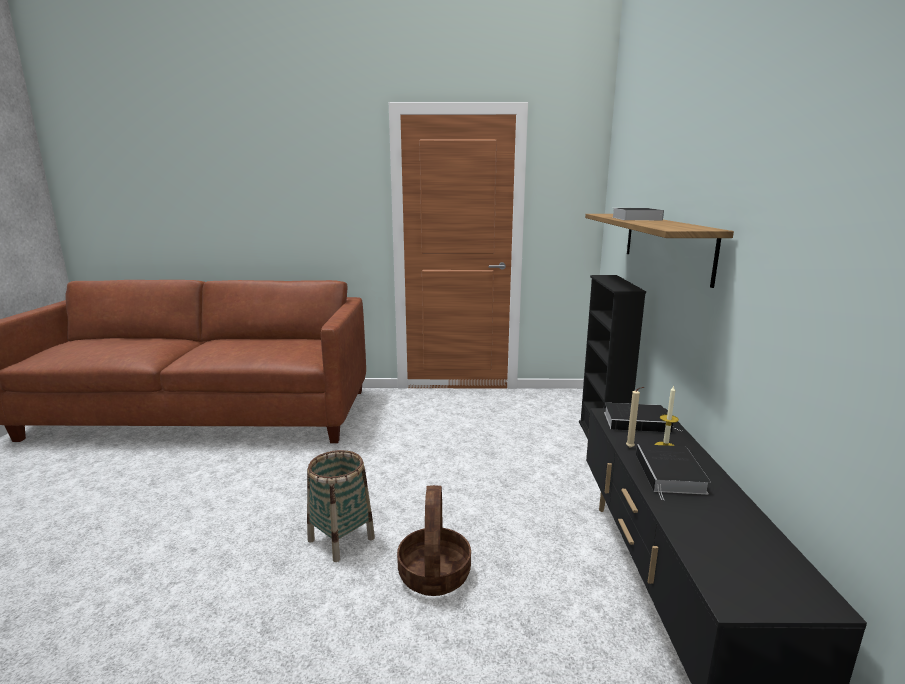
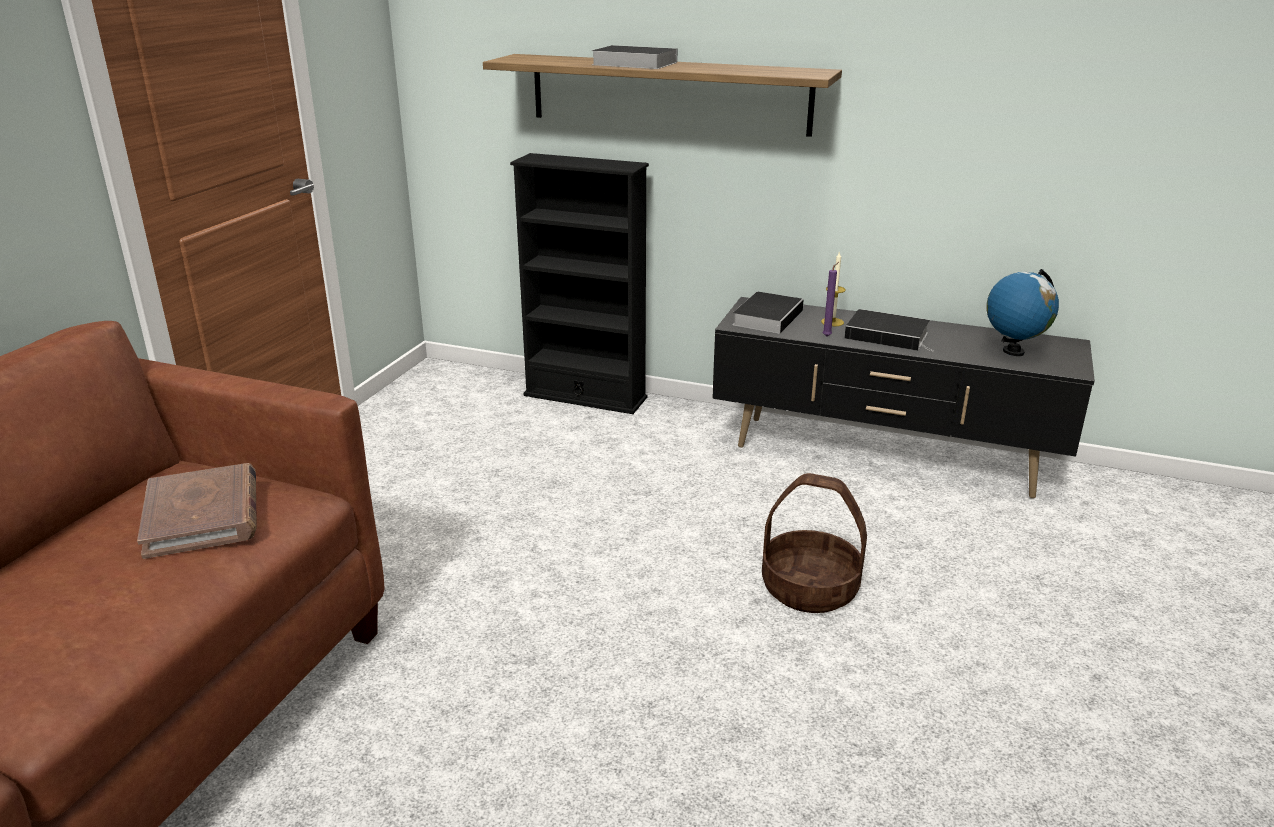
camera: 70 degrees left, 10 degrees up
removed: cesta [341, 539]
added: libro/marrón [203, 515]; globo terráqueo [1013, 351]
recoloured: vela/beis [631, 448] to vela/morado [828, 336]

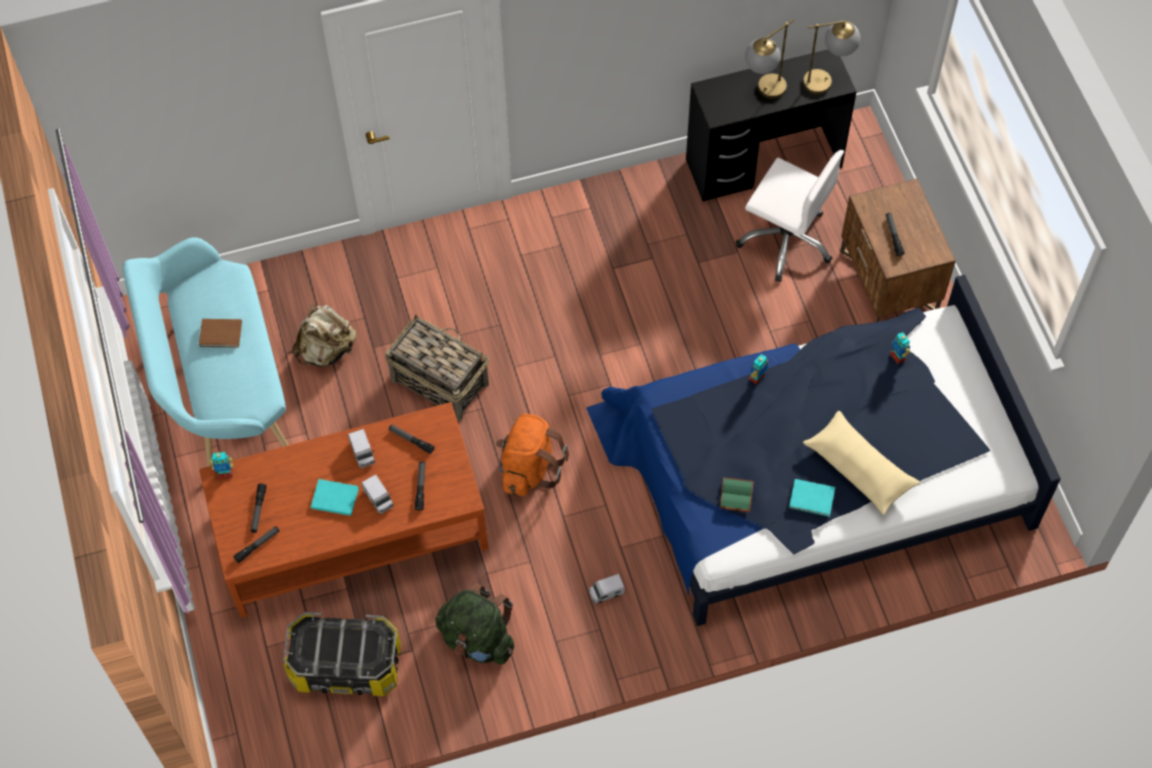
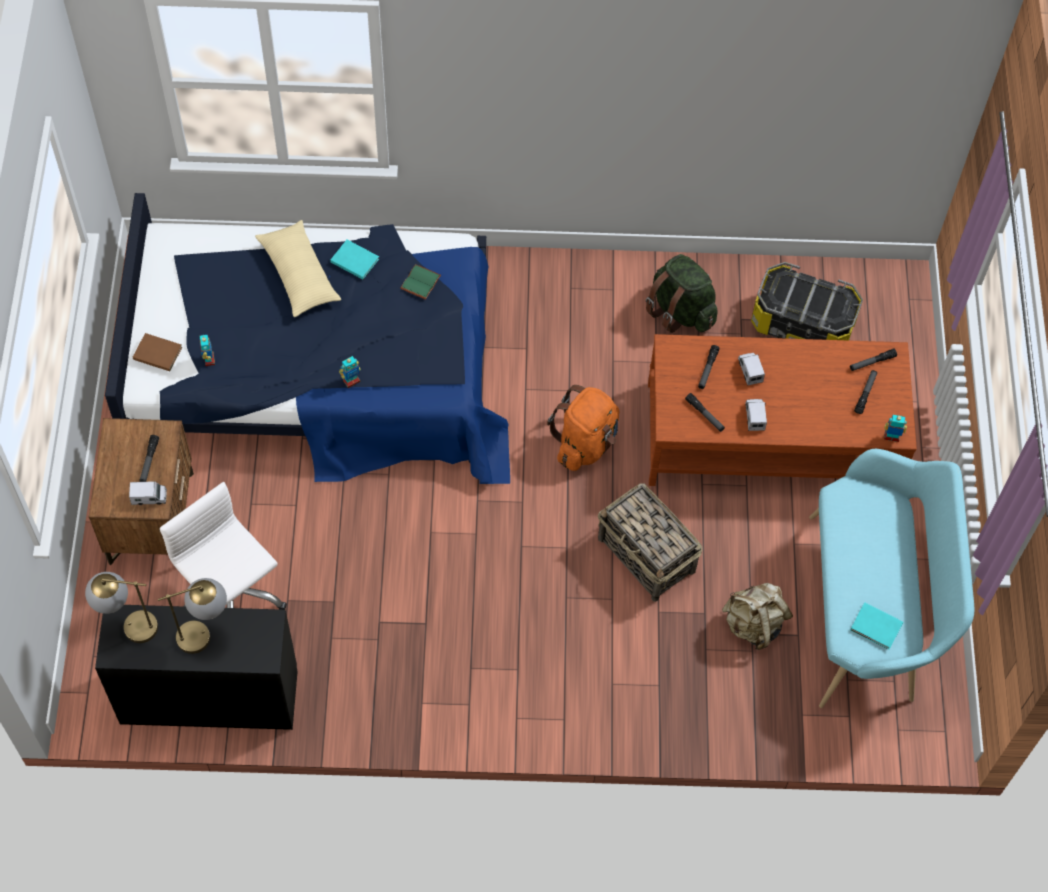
camera: 165 degrees left, 0 degrees up
moved: libro/marrón [222, 334] to [157, 352]; libro/turquesa [334, 497] to [877, 628]; camión de juguete [606, 592] to [149, 497]

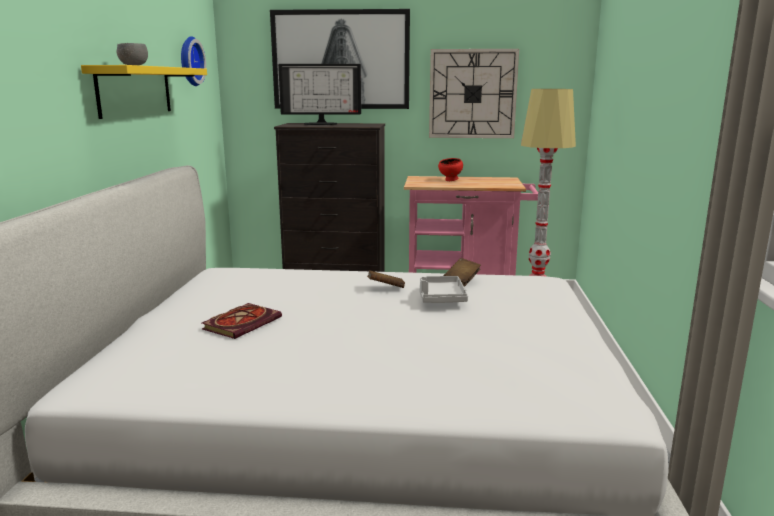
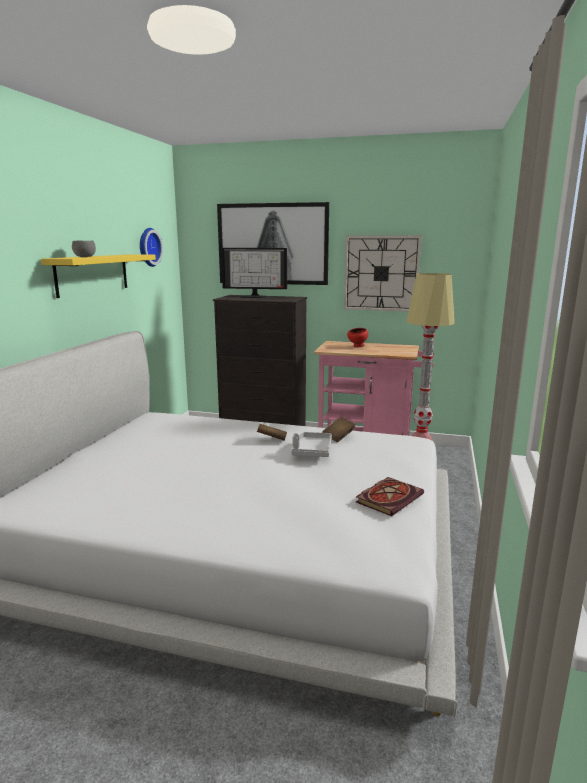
camera: 10 degrees right, 0 degrees up
moved: libro [242, 323] to [389, 498]

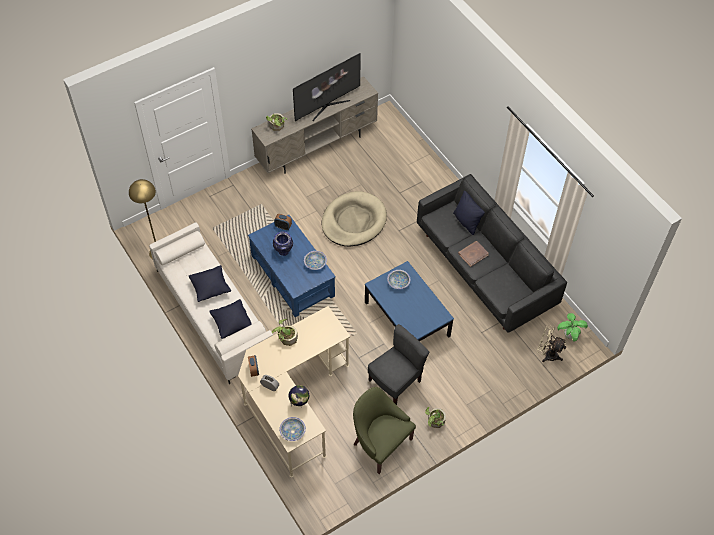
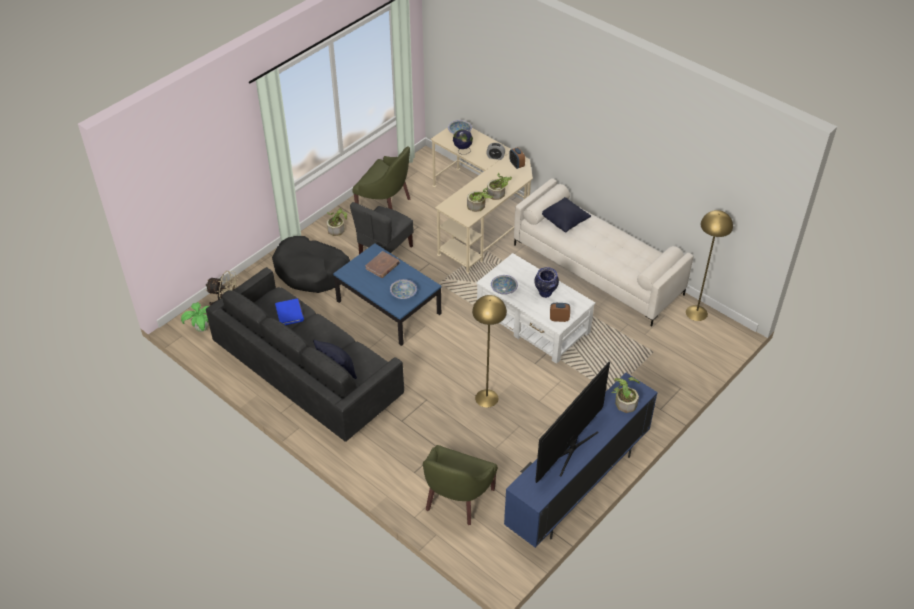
camera: 165 degrees right, 10 degrees down
removed: cojín/negro [210, 288]
added: cama para perro/negro [312, 272]; libro/azul [290, 313]; sillón/verde [456, 499]; planta en maceta [478, 206]
moved: libro/marrón [473, 254] to [382, 266]
replaced: cama para perro/beis [353, 221] to lámpara de pie/amarillo [486, 398]
recoloured: mesa de centro/azul [292, 275] to mesa de centro/blanco [533, 323]; mueble de televisión/beis [317, 147] to mueble de televisión/azul [577, 488]

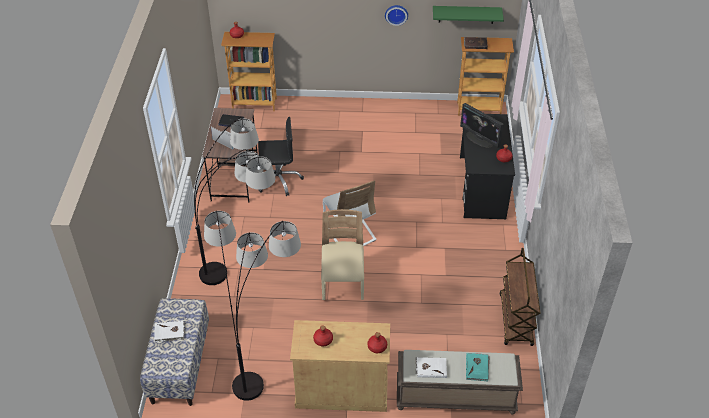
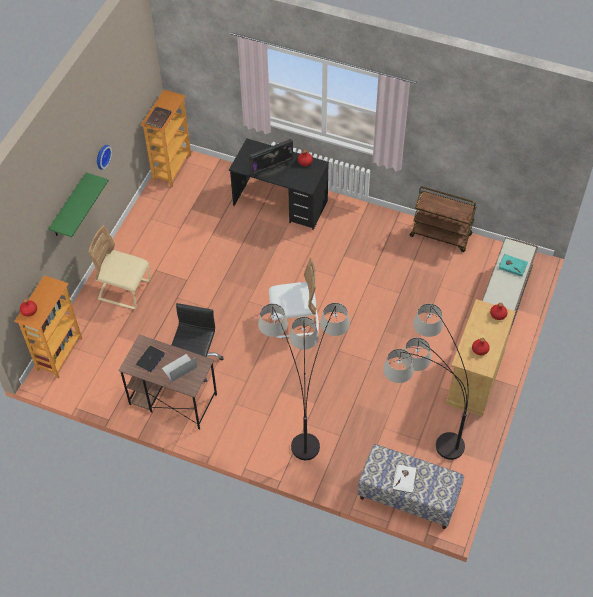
camera: 70 degrees left, 10 degrees up
removed: libro/blanco [431, 368]
moved: silla/beis [343, 285] to [125, 290]; estante/verde [466, 14] to [69, 206]

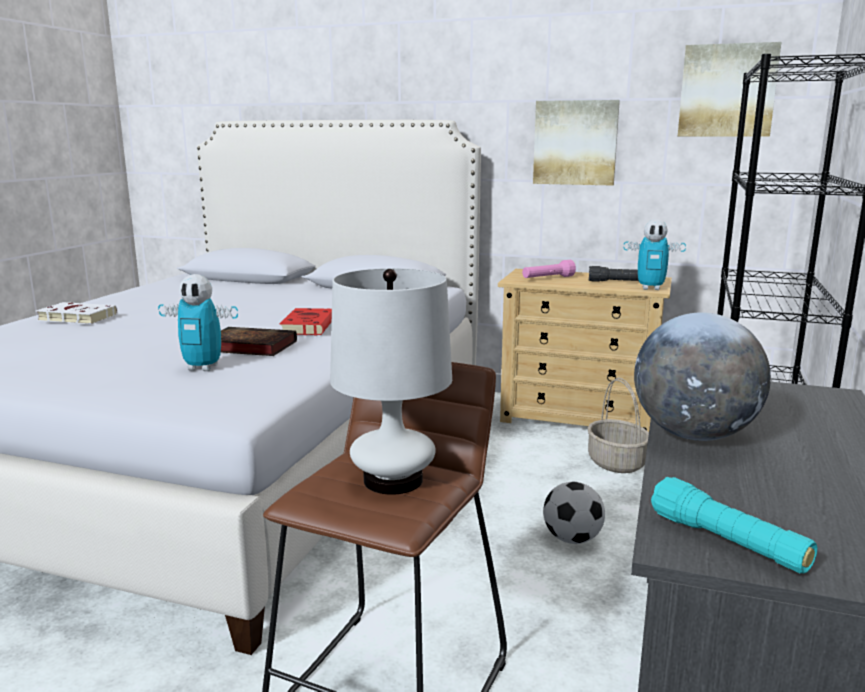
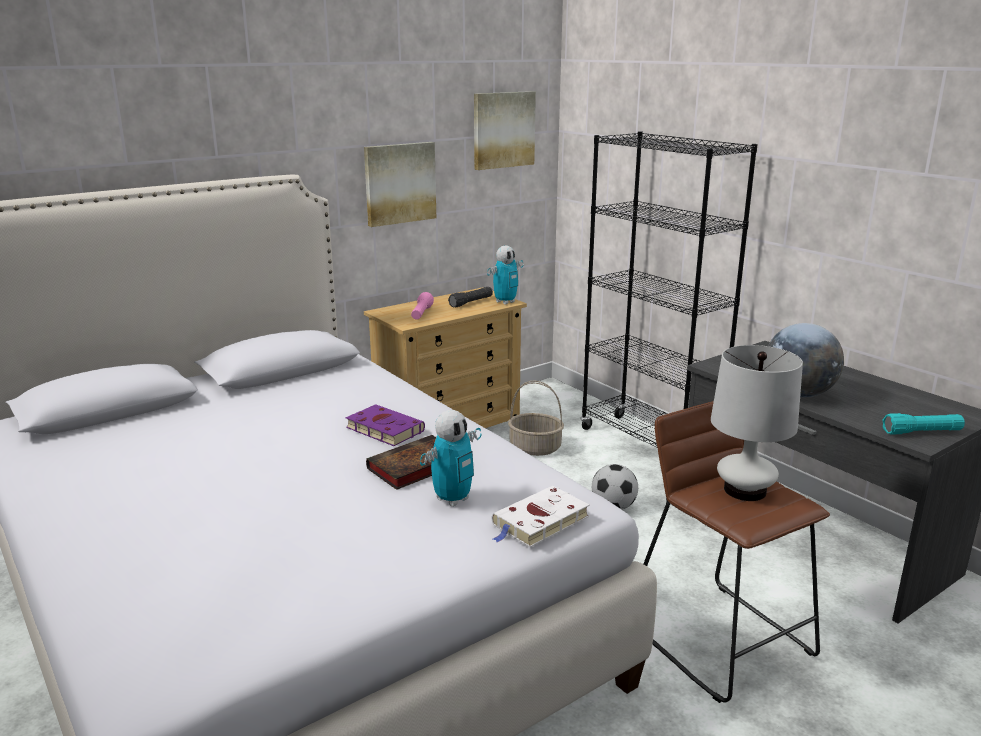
camera: 55 degrees left, 5 degrees up
moved: libro/blanco [75, 318] to [539, 522]
recoloured: libro/rojo [309, 326] to libro/morado [383, 429]

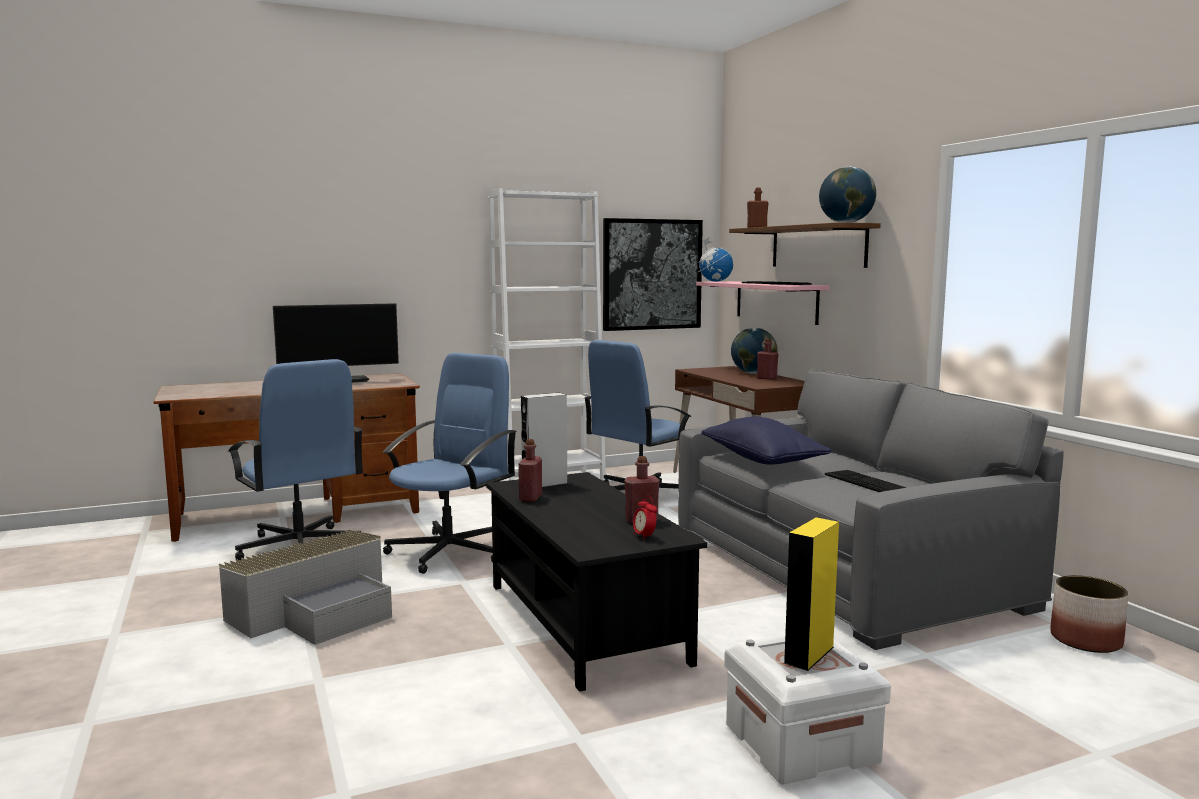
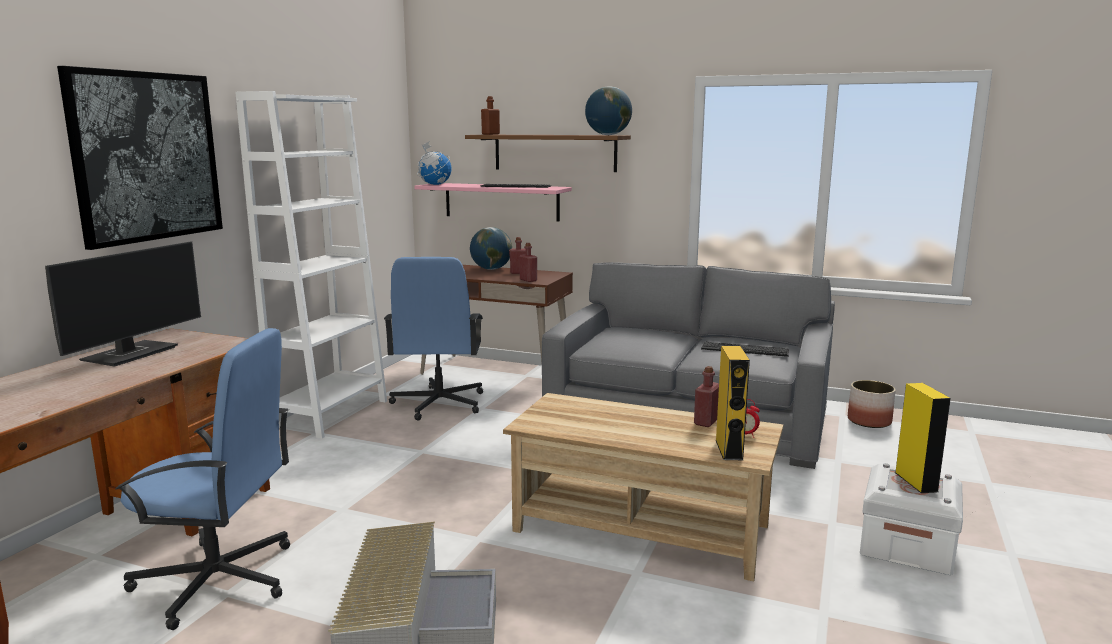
camera: 45 degrees left, 5 degrees up
removed: silla de oficina/azul [450, 551]; altavoz/gris [544, 484]; cojín/azul [762, 460]
added: altavoz/amarillo [729, 449]
moved: botella/rojo [530, 498] to [528, 280]; cuadro [652, 274] to [146, 157]
recoloured: mesa de centro/negro [585, 622] to mesa de centro/beis [642, 528]

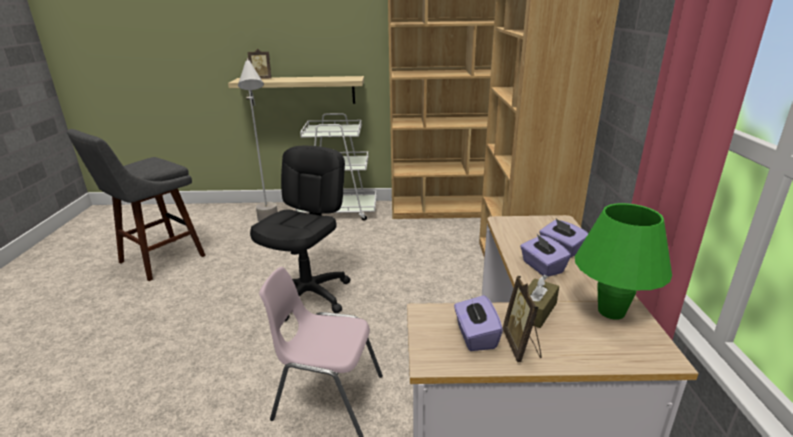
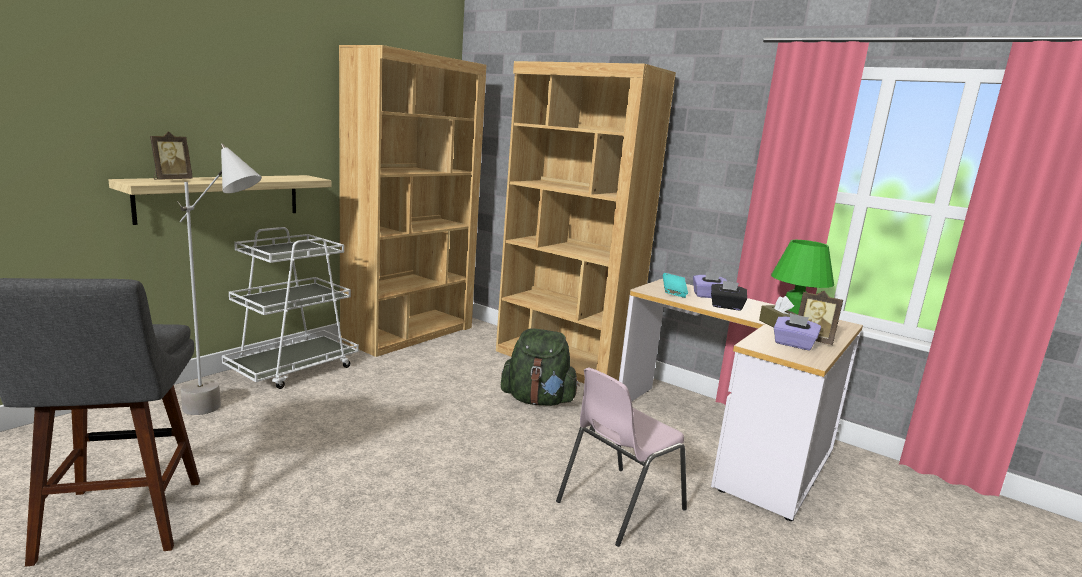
camera: 55 degrees left, 10 degrees down
removed: silla de oficina/negro [308, 295]
added: mochila/verde [538, 400]; libro/turquesa [673, 293]
recoloured: caja de pañuelos/morado [542, 267] to caja de pañuelos/negro [726, 307]

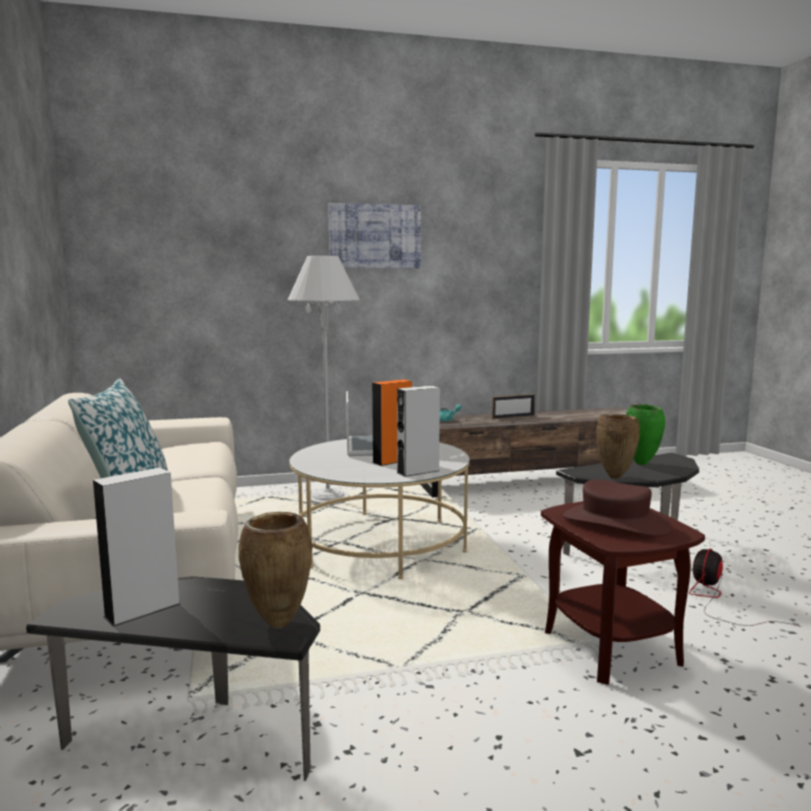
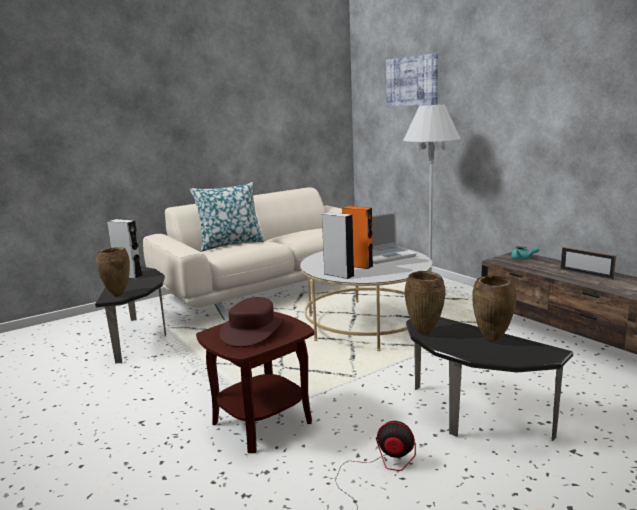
camera: 70 degrees right, 5 degrees up
moved: cuadro [375, 236] to [412, 81]
recoloured: florero/verde [642, 464] to florero/marrón [492, 340]

